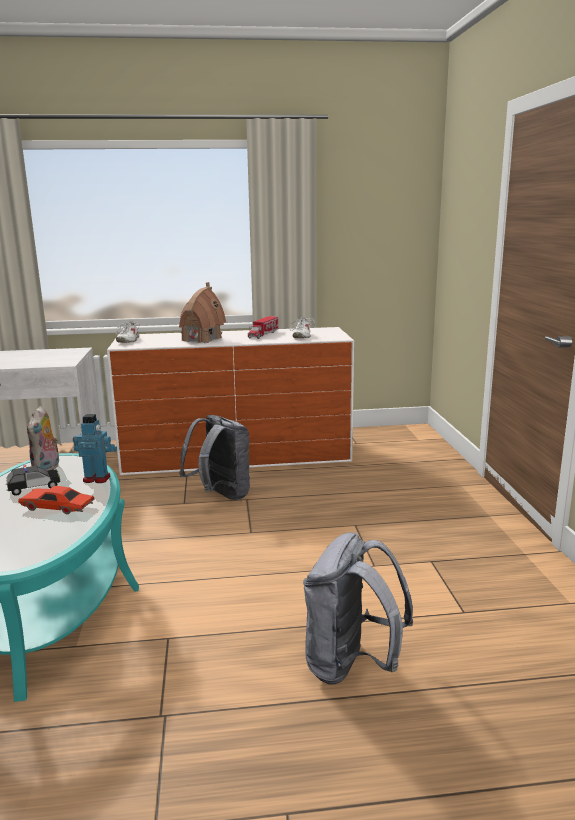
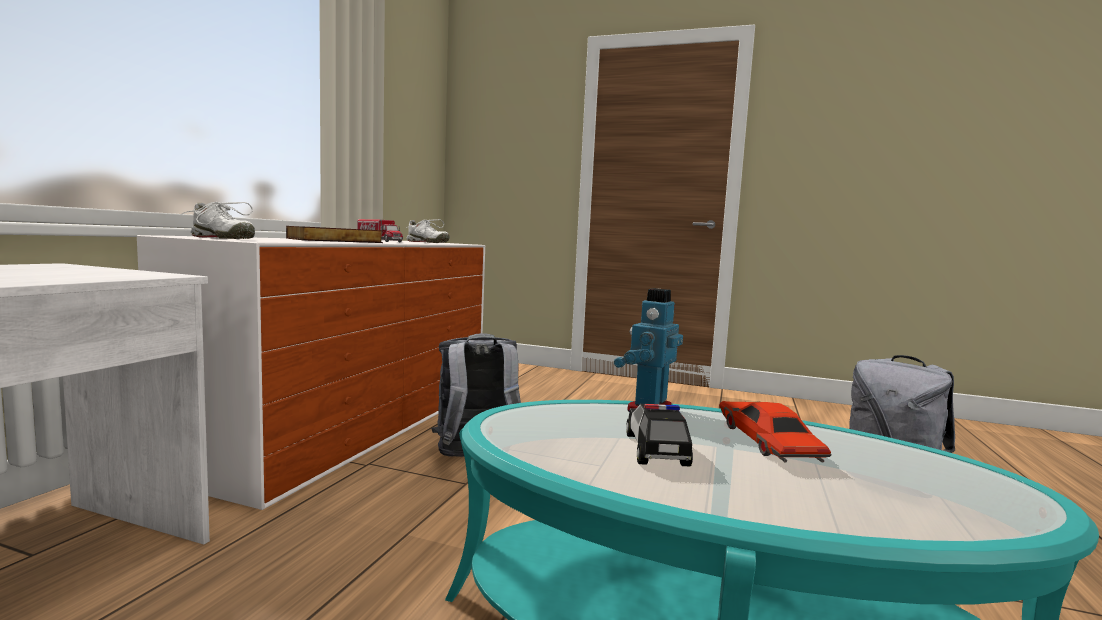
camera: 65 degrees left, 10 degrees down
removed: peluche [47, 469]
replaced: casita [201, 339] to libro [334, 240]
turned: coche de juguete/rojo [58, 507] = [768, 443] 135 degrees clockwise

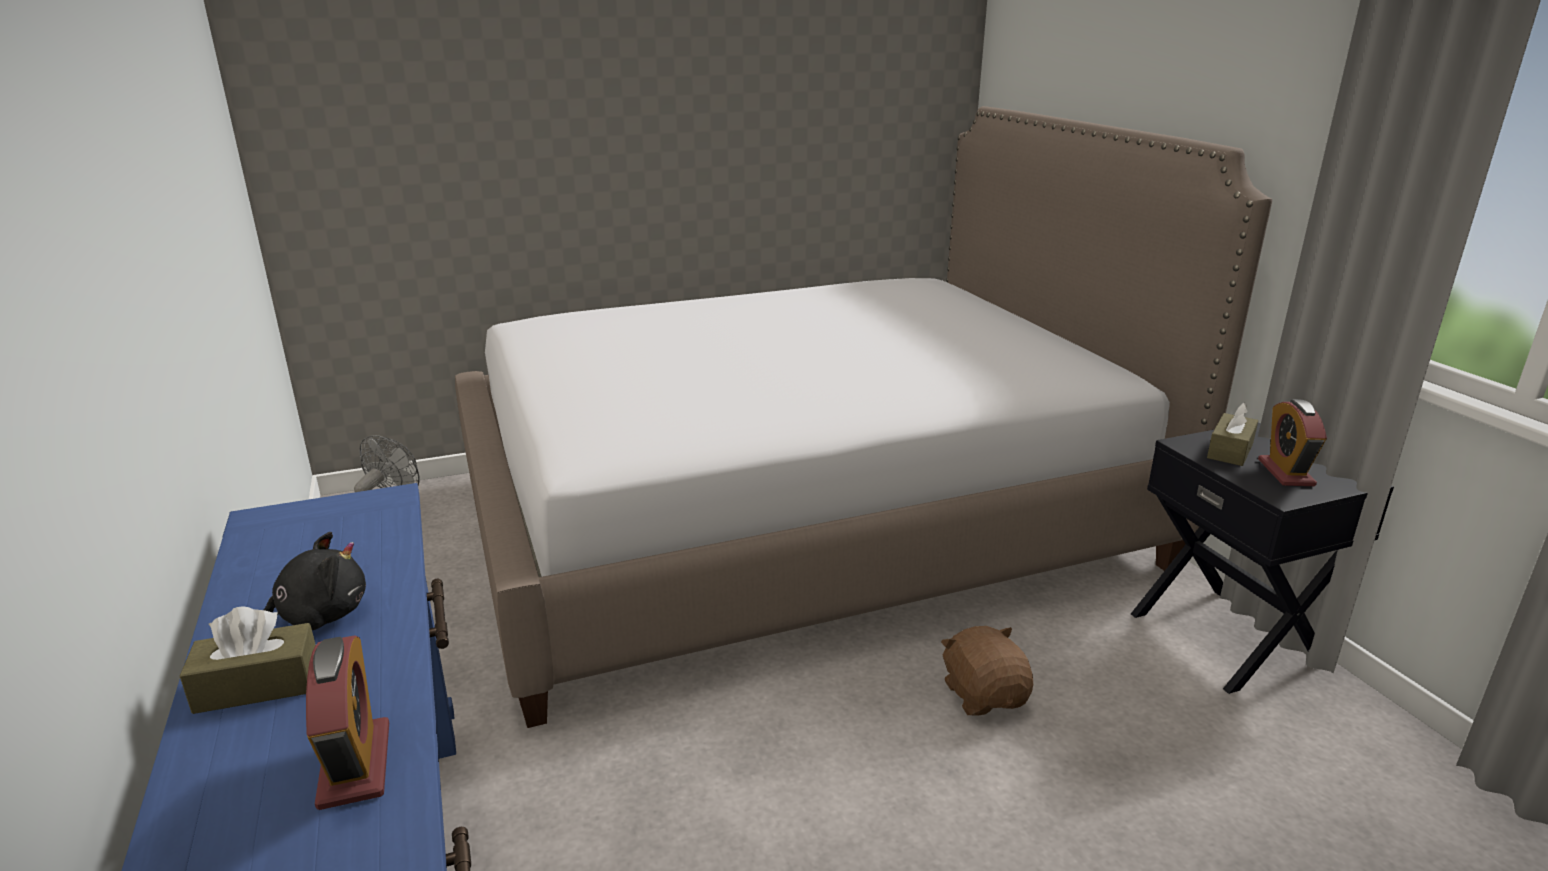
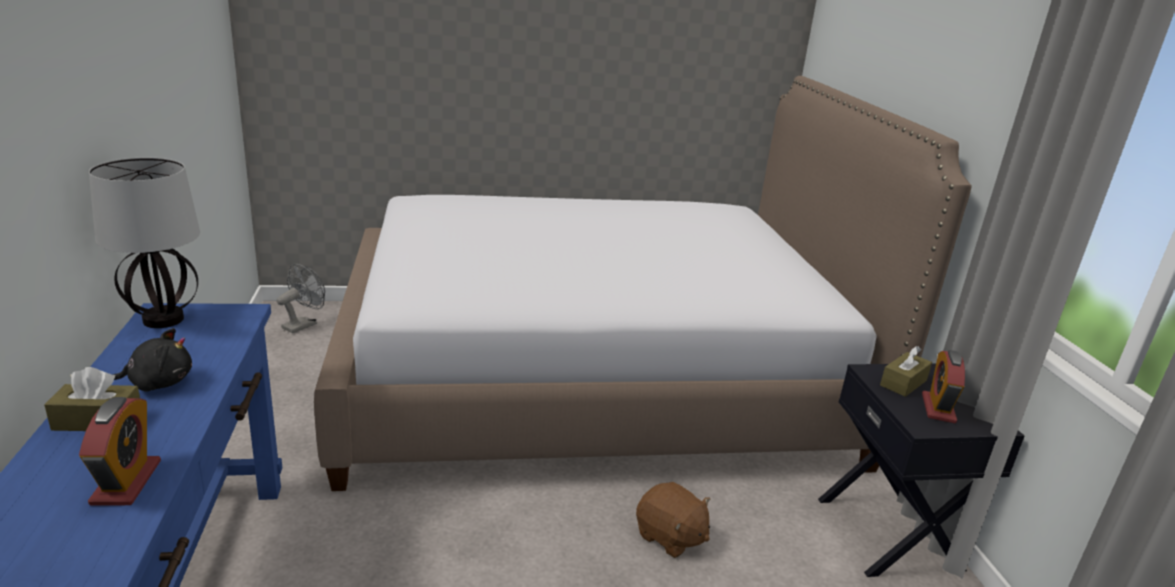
camera: 10 degrees right, 0 degrees up
added: lámpara de mesa [162, 319]
turned: peluche/marrón [984, 695] = [670, 537] 135 degrees clockwise

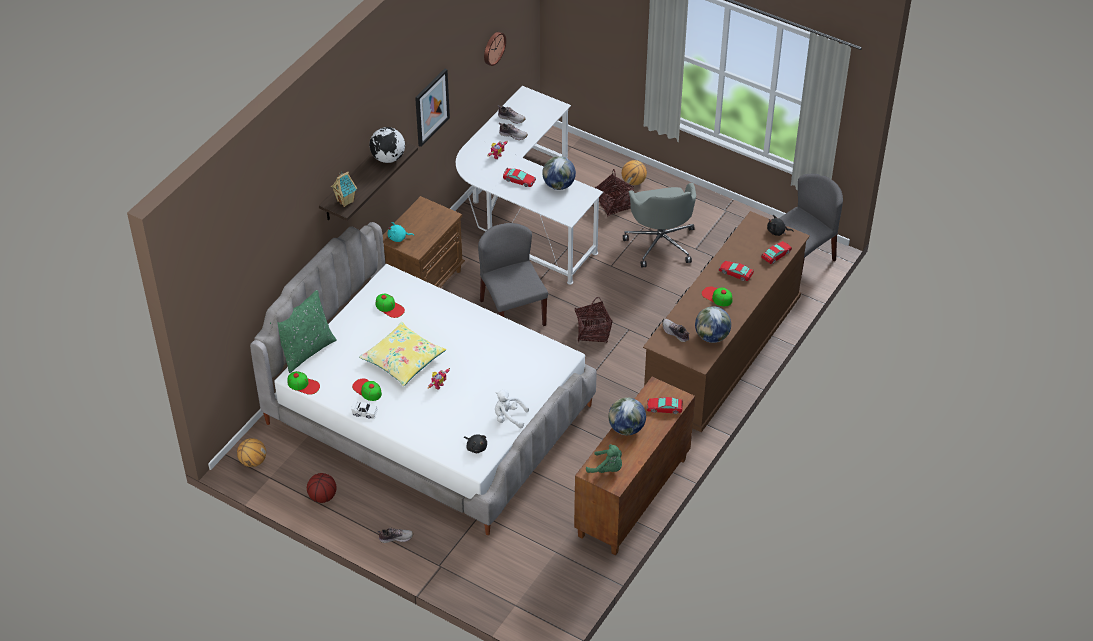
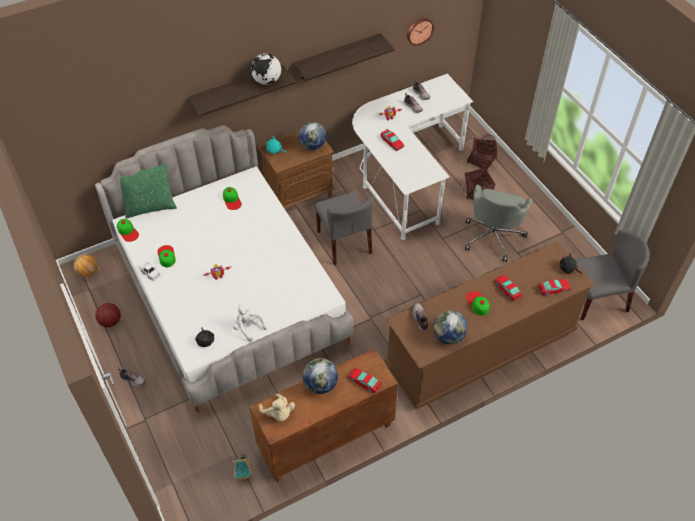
camera: 30 degrees right, 5 degrees up
removed: cojín/amarillo [403, 360]; balón de baloncesto [633, 182]
moved: casita [346, 201] to [244, 474]; globo terráqueo [558, 185] to [312, 146]; cesta [593, 332] to [481, 160]
replaced: cuadro [431, 107] to estante [337, 57]
recoloured: peluche/verde [607, 469] to peluche/beis [278, 413]
turned: silla/gris [512, 312] = [344, 242] 150 degrees clockwise

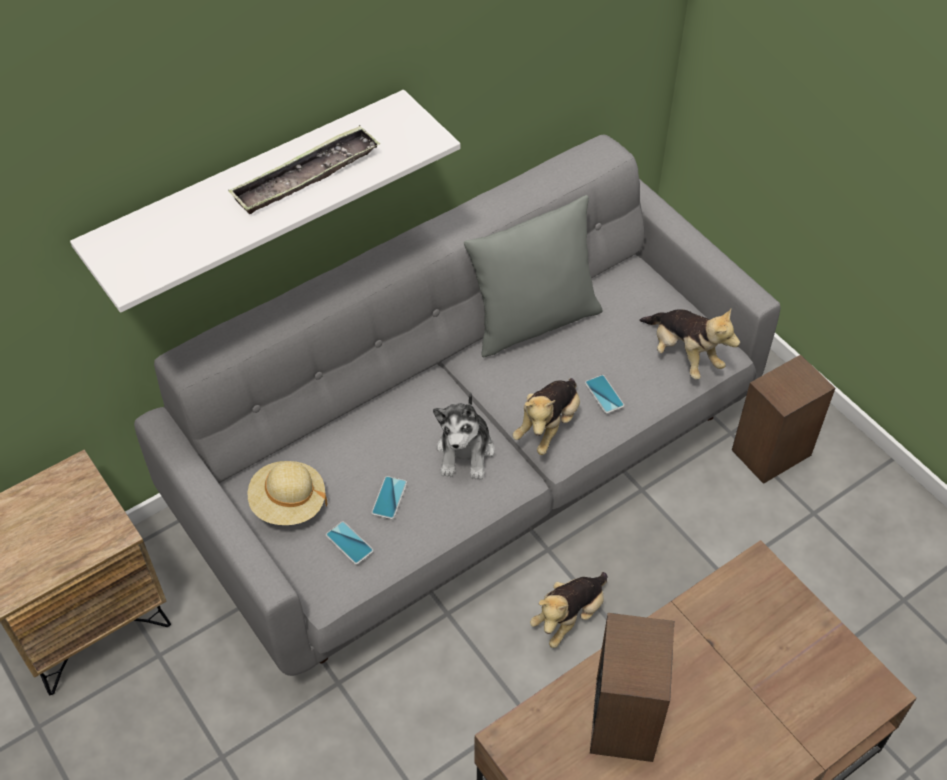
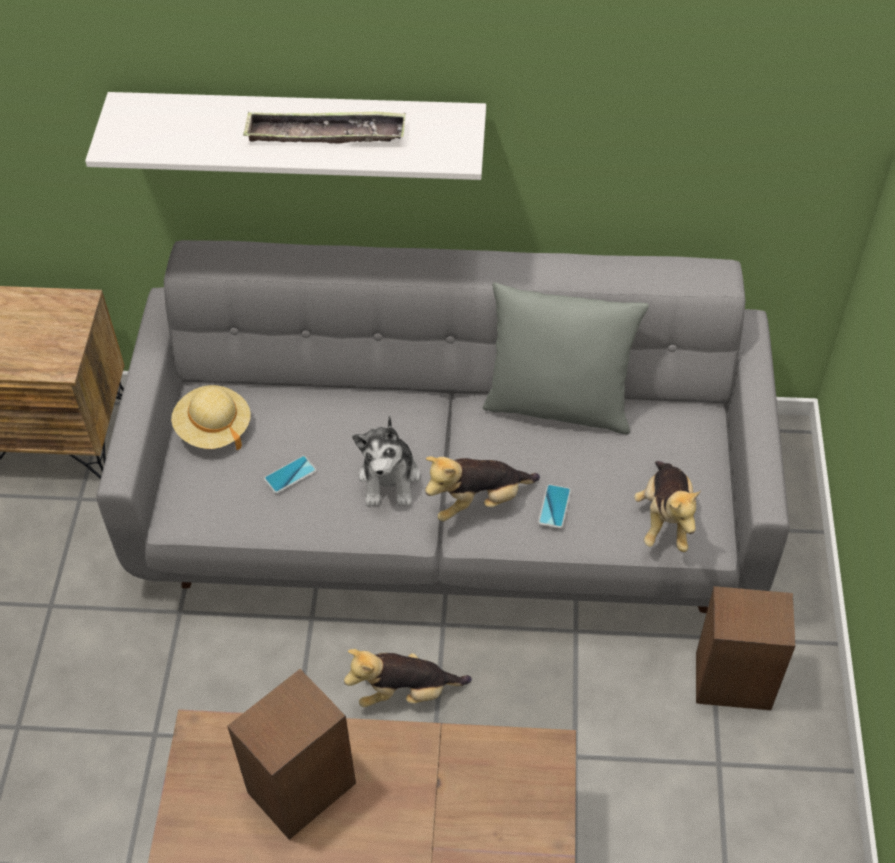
camera: 40 degrees right, 0 degrees up
removed: móvil [349, 543]
turned: peluche [465, 452] = [389, 478] 45 degrees counterclockwise

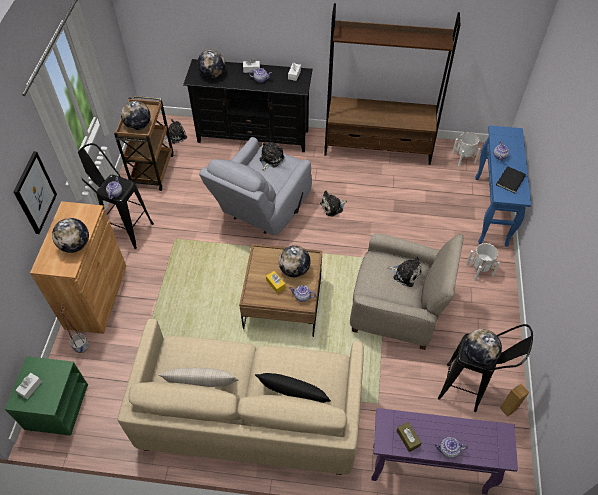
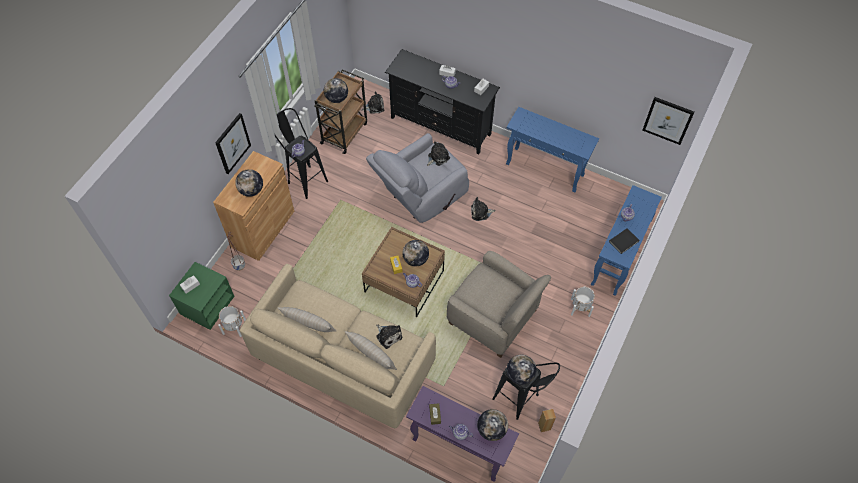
camera: 20 degrees right, 5 degrees up
added: cuadro [668, 120]
moved: globo terráqueo [212, 74] to [491, 429]; peluche [405, 274] to [388, 335]; maceta/blanco [463, 158] to [234, 327]
replaced: estantería/marrón [378, 148] to mesa consola/azul [545, 169]
recoloured: cojín/negro [293, 394] to cojín/beis [371, 355]

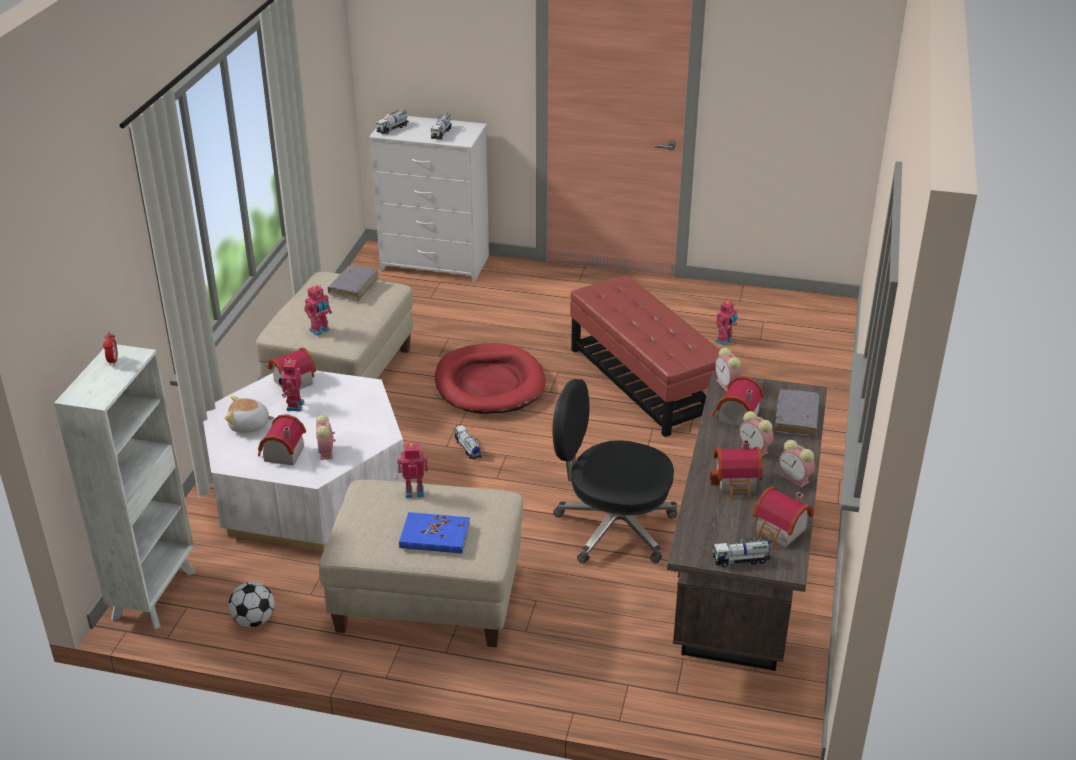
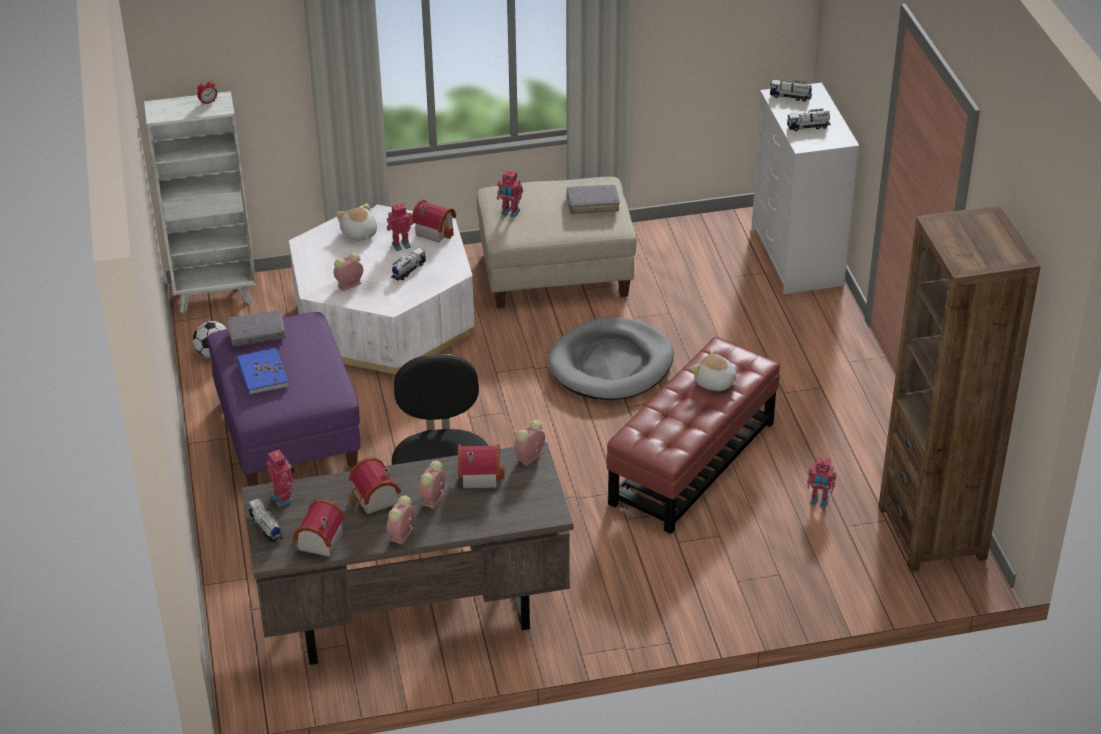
camera: 65 degrees right, 5 degrees up
removed: casita [281, 454]
added: peluche [715, 383]; estantería/marrón [932, 532]
moved: robot de juguete [414, 491] to [283, 498]; camión de juguete [468, 449] to [408, 270]; libro/gris [796, 418] to [257, 334]
recoloured: puf/beis [427, 598] to puf/morado [288, 432]; cama para perro/rojo [489, 384] to cama para perro/gris [611, 364]

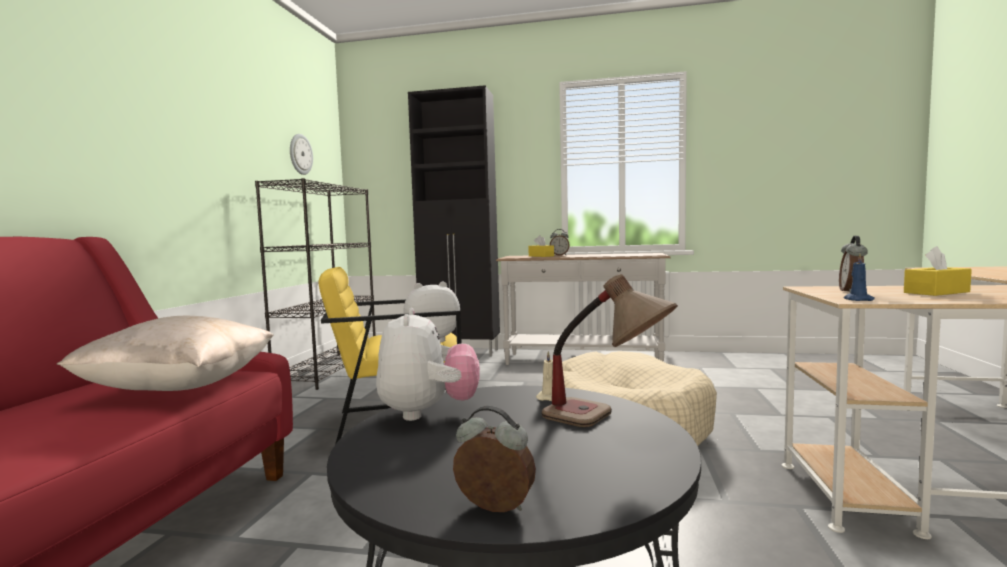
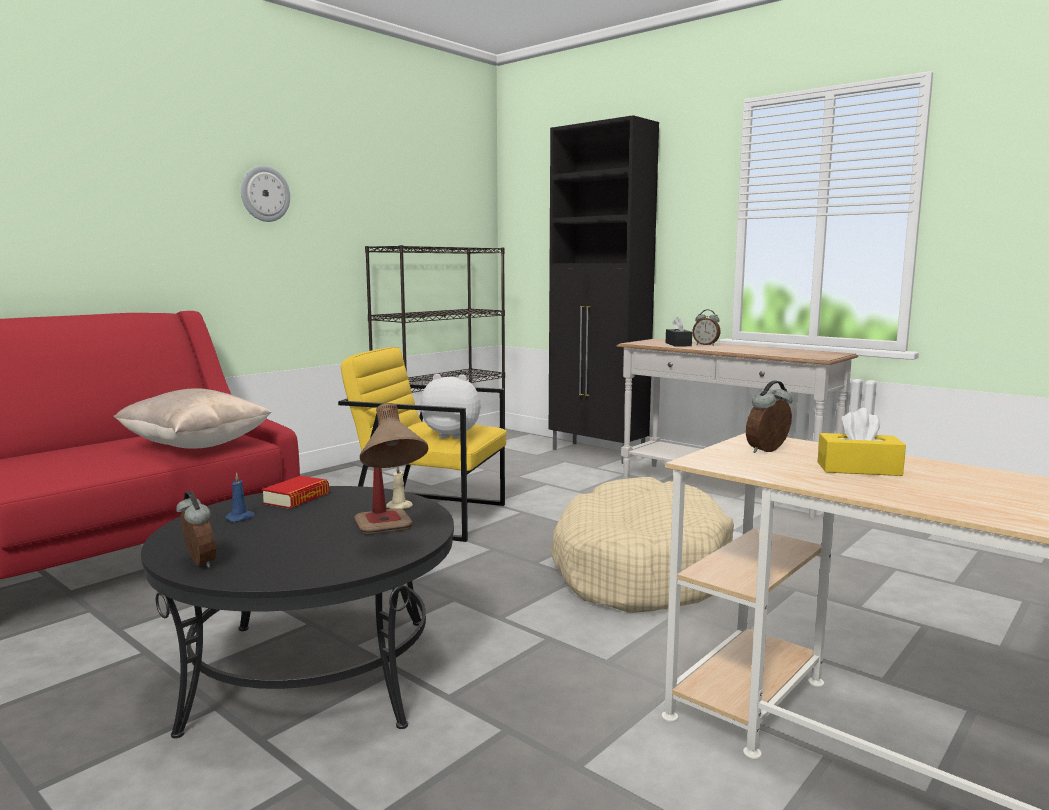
camera: 30 degrees right, 5 degrees up
moved: reloj de pared [300, 154] to [264, 194]; vela/azul [857, 300] to [241, 518]
replaced: peluche [428, 413] to libro [296, 498]
recoloured: caja de pañuelos/amarillo [541, 256] to caja de pañuelos/negro [678, 344]

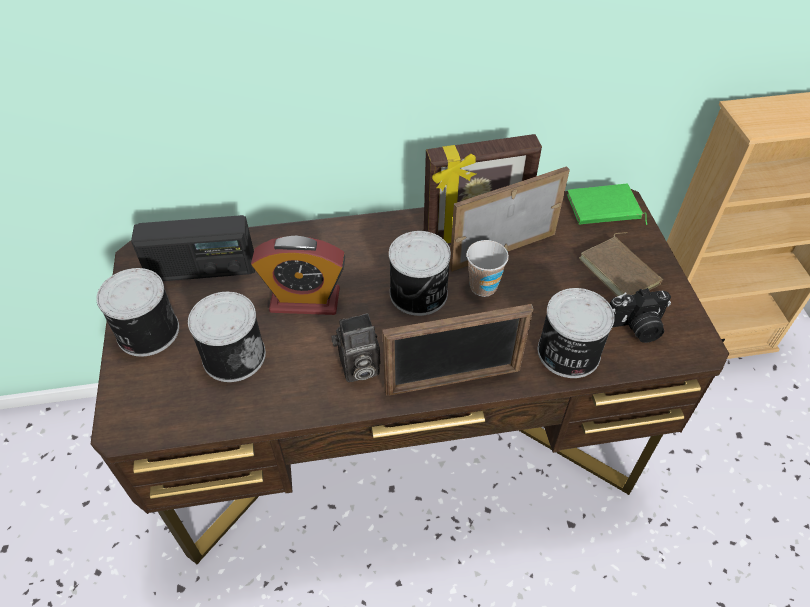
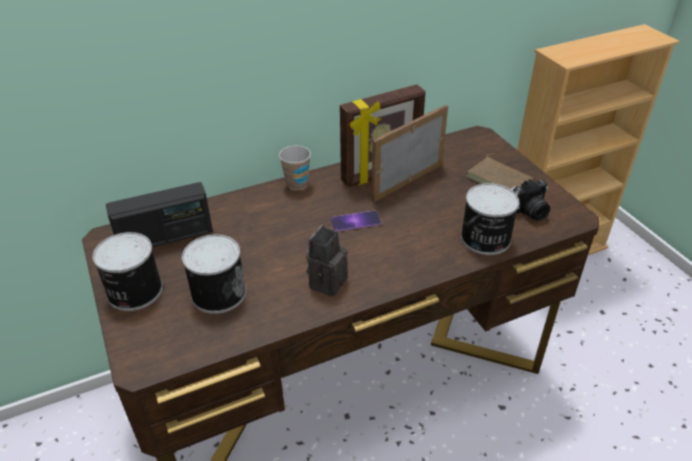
camera: 15 degrees left, 10 degrees down
removed: despertador [305, 300]; portarretratos [453, 381]; libro/verde [603, 209]
moved: taza [483, 286] to [297, 184]
replaced: lata [419, 294] to móvil [355, 221]
turned: cámara [358, 368] = [327, 281] 150 degrees clockwise

